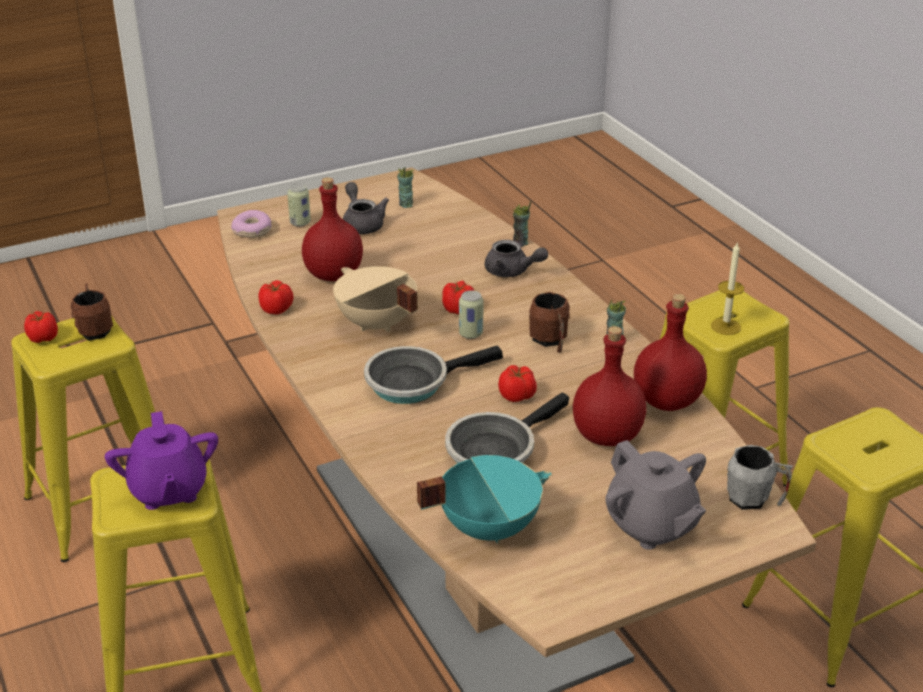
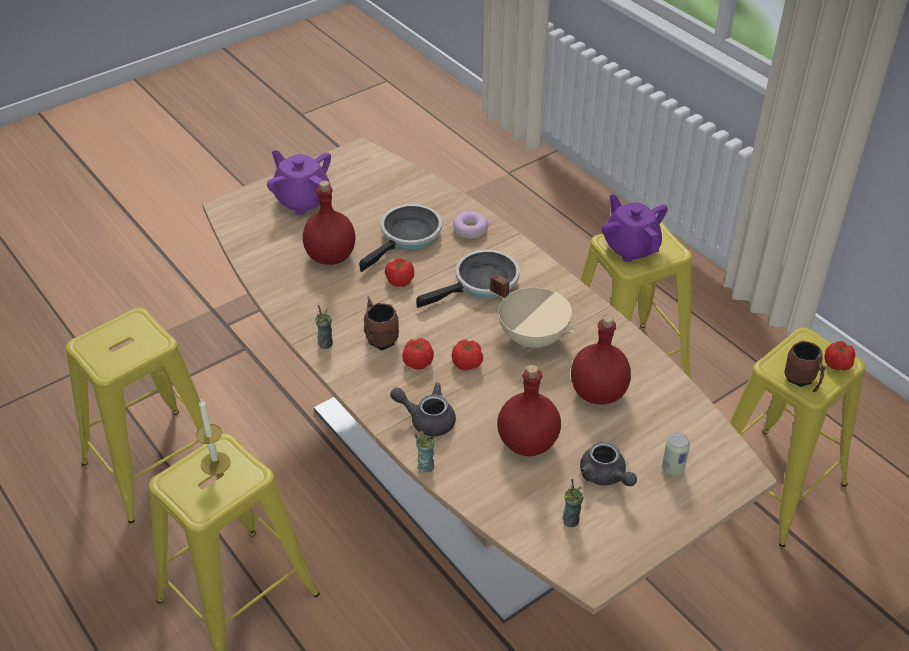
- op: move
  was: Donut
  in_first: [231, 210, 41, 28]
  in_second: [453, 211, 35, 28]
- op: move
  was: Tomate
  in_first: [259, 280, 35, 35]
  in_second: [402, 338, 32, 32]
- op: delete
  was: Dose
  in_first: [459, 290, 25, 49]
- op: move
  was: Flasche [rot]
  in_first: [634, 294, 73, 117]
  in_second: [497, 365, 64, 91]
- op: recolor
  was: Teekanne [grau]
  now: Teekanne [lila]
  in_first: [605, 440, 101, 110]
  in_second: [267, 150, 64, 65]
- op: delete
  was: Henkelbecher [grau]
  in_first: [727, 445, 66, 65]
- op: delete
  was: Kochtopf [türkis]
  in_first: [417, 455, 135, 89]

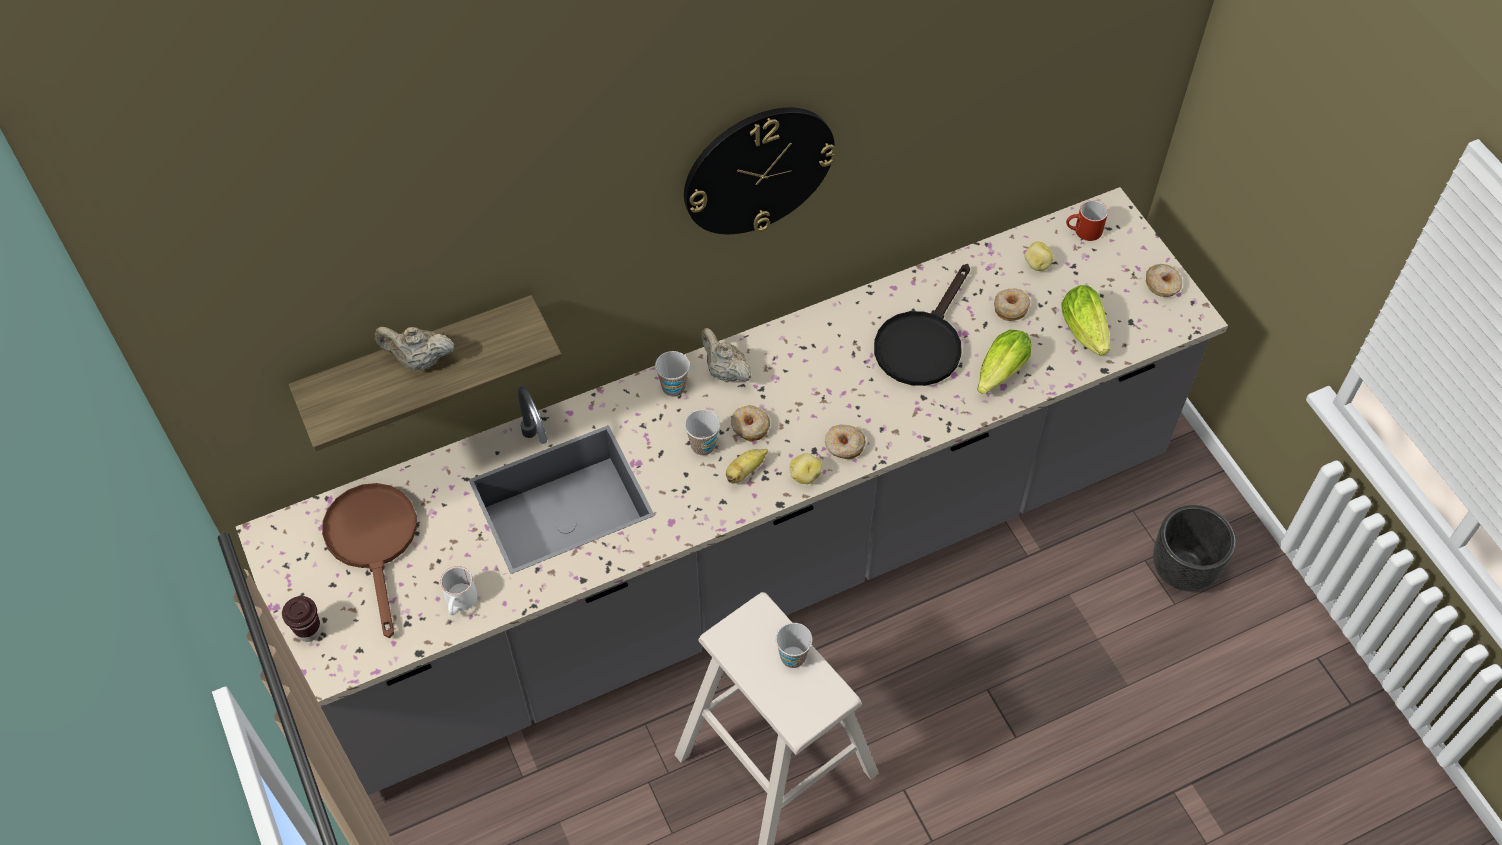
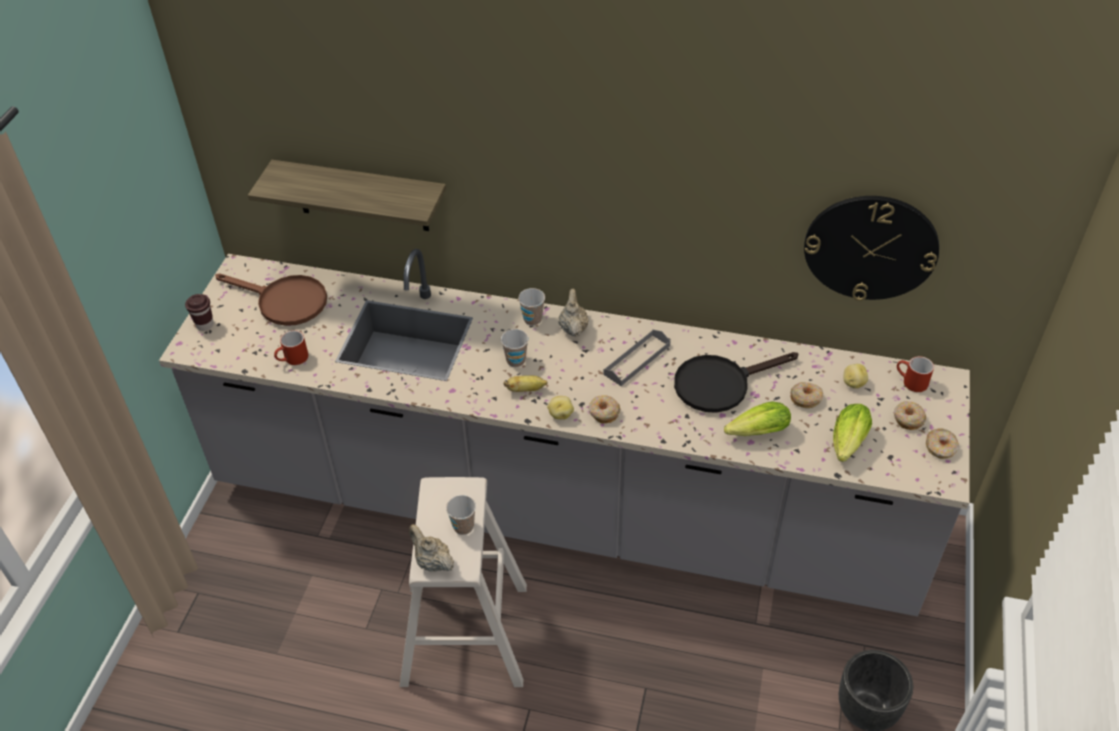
- op: move
  was: Wanduhr
  in_first: [684, 108, 152, 126]
  in_second: [804, 196, 135, 105]
- op: move
  was: Teekanne [beige]
  in_first: [375, 327, 79, 43]
  in_second: [409, 524, 45, 48]
- op: move
  was: Donut
  in_first: [731, 405, 39, 37]
  in_second: [894, 401, 32, 29]
- op: rotate
  was: Pfanne [braun]
  in_first: [322, 483, 95, 155]
  in_second: [215, 273, 112, 53]
  clockwise: 90
- op: recolor
  was: Henkelbecher [weiß]
  now: Henkelbecher [rot]
  in_first: [440, 566, 37, 49]
  in_second: [274, 330, 34, 35]
- op: insert
  now: Tablett [grau]
  in_second: [603, 330, 67, 56]

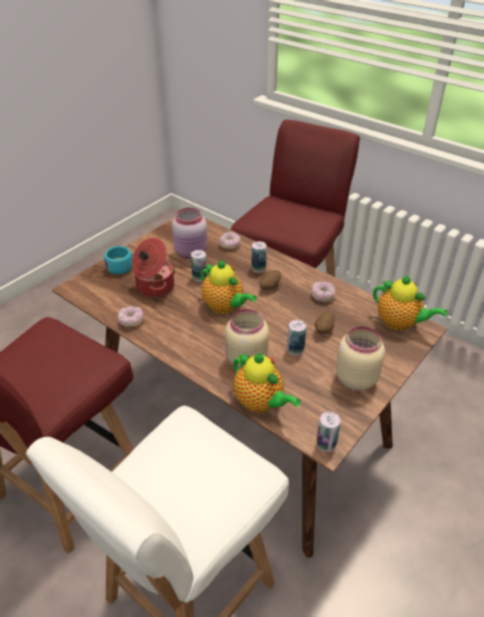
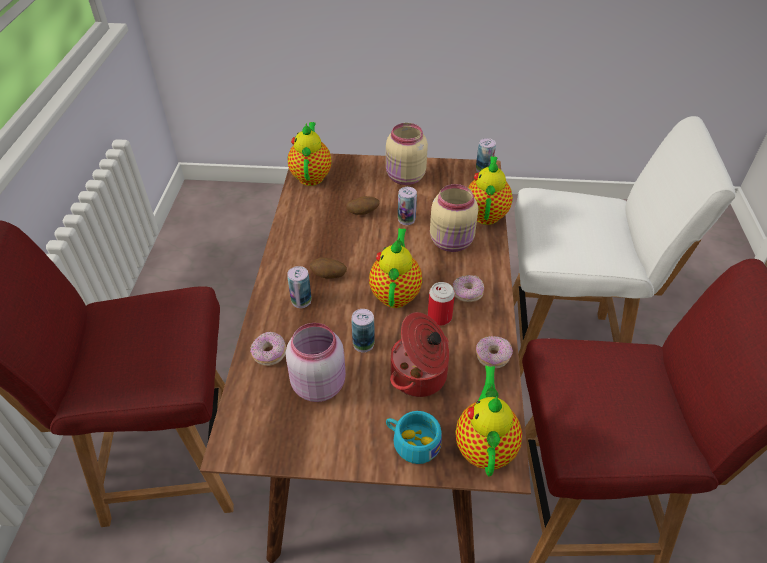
- op: move
  was: Donut
  in_first: [311, 281, 25, 21]
  in_second: [452, 275, 32, 27]
- op: insert
  now: Dose
  in_second: [428, 282, 27, 44]
- op: insert
  now: Teekanne
  in_second: [455, 366, 67, 110]

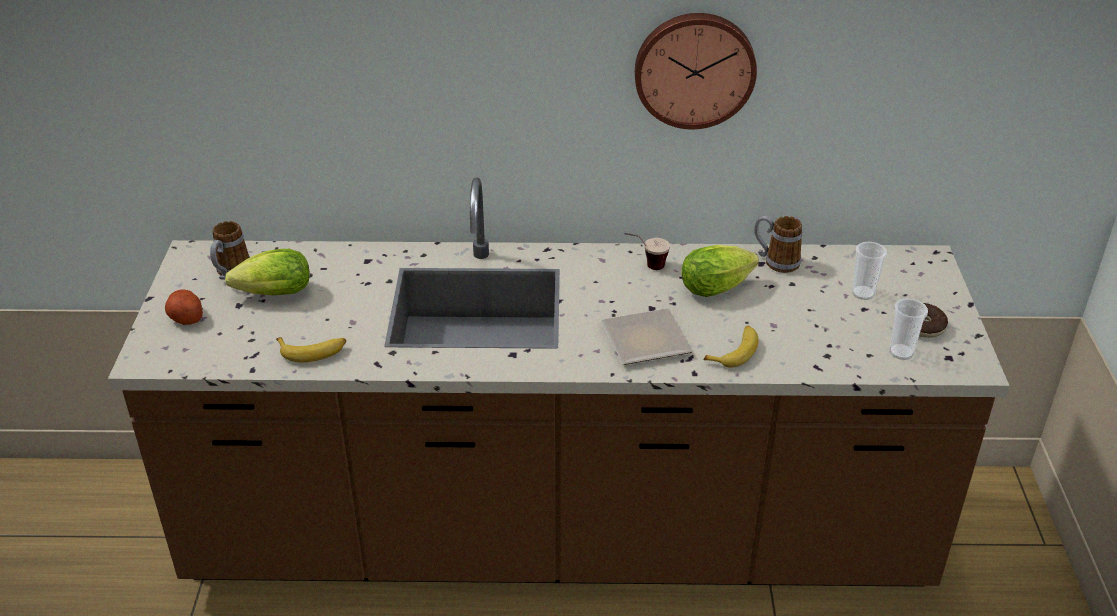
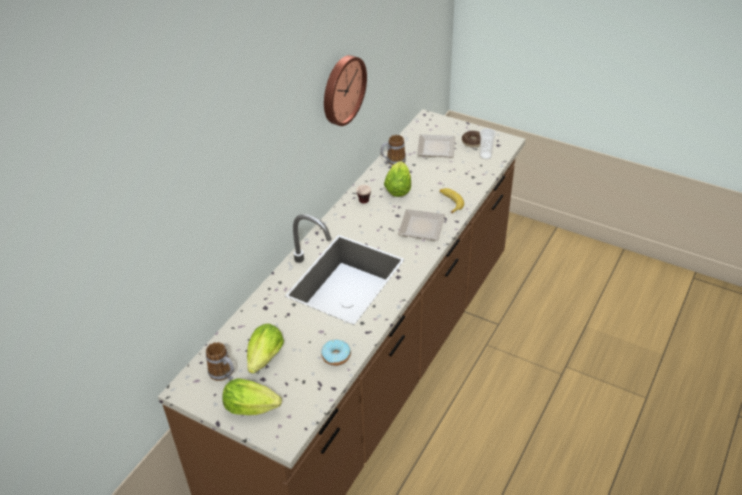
- op: replace
  was: Tasse
  now: Teller
  in_first: [852, 242, 35, 58]
  in_second: [417, 134, 38, 24]
- op: replace
  was: Kartoffel
  now: Salatkopf
  in_first: [165, 290, 38, 35]
  in_second: [222, 378, 60, 37]
- op: replace
  was: Banane
  now: Donut
  in_first: [276, 337, 70, 25]
  in_second: [321, 340, 30, 26]

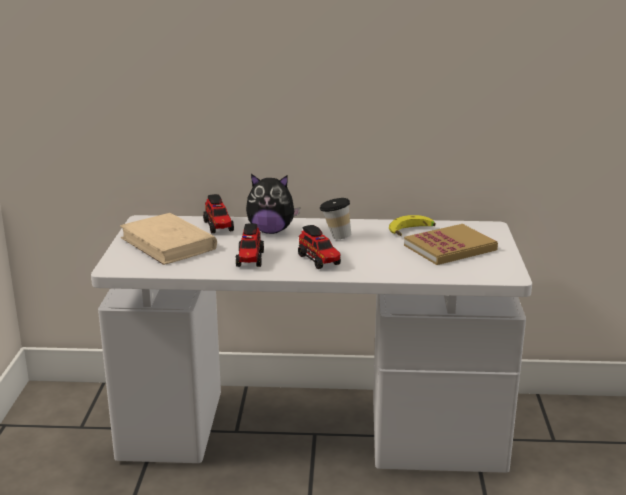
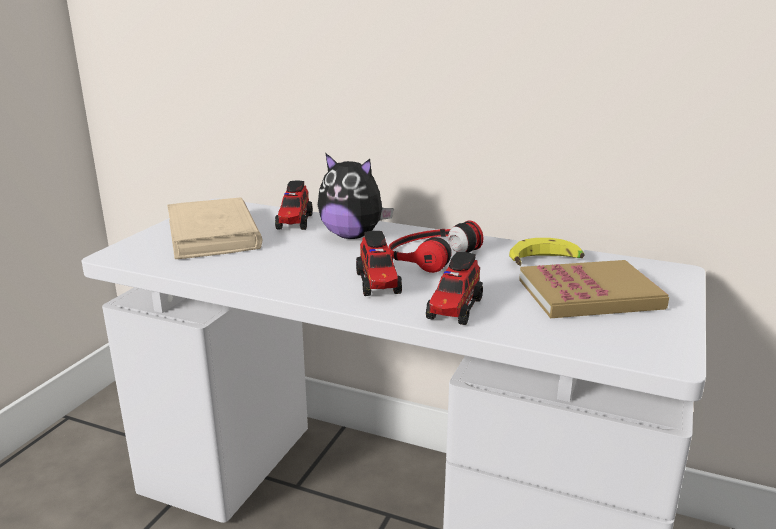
- op: replace
  was: Tasse
  now: Kopfhörer
  in_first: [320, 198, 31, 41]
  in_second: [388, 220, 95, 53]
- op: move
  was: Spielzeuglaster
  in_first: [236, 223, 28, 44]
  in_second: [426, 252, 57, 73]

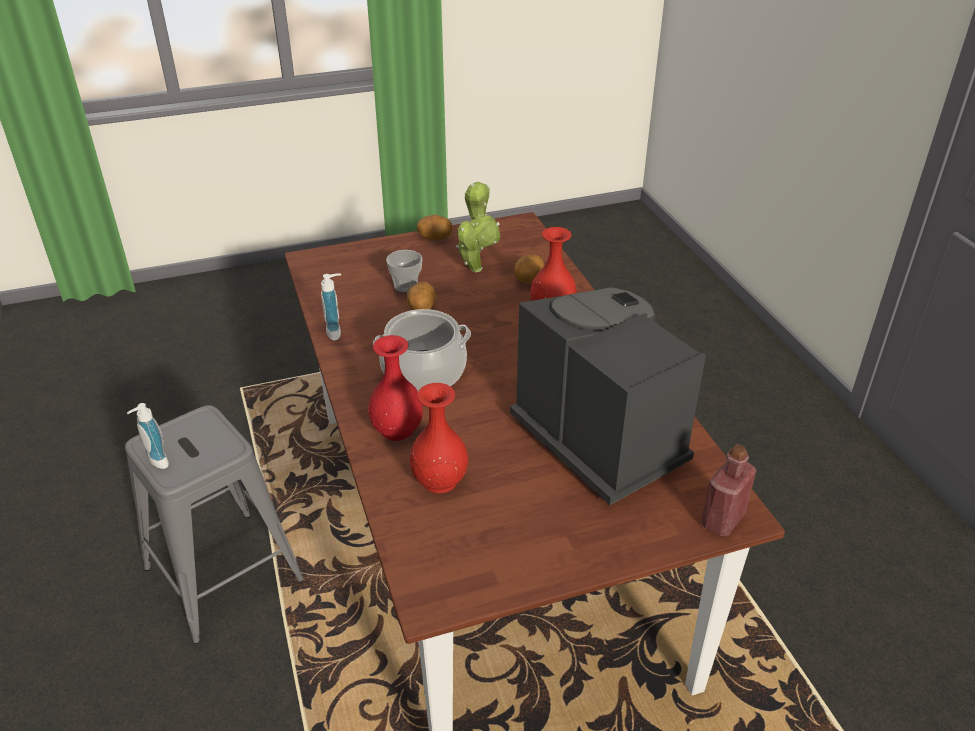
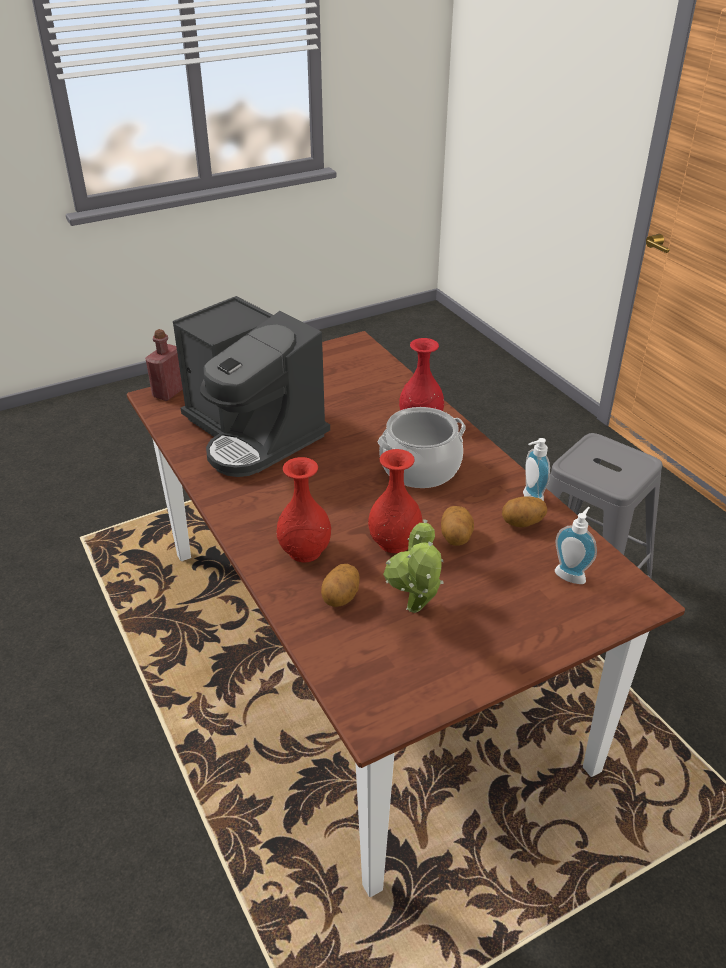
- op: move
  was: Kartoffel
  in_first: [416, 215, 36, 25]
  in_second: [502, 496, 45, 31]
- op: delete
  was: Tasse
  in_first: [386, 250, 36, 42]
- op: move
  was: Vase [rot]
  in_first: [409, 383, 59, 110]
  in_second: [368, 449, 54, 104]
- op: move
  was: Seifenspender
  in_first: [127, 403, 42, 66]
  in_second: [555, 507, 42, 77]

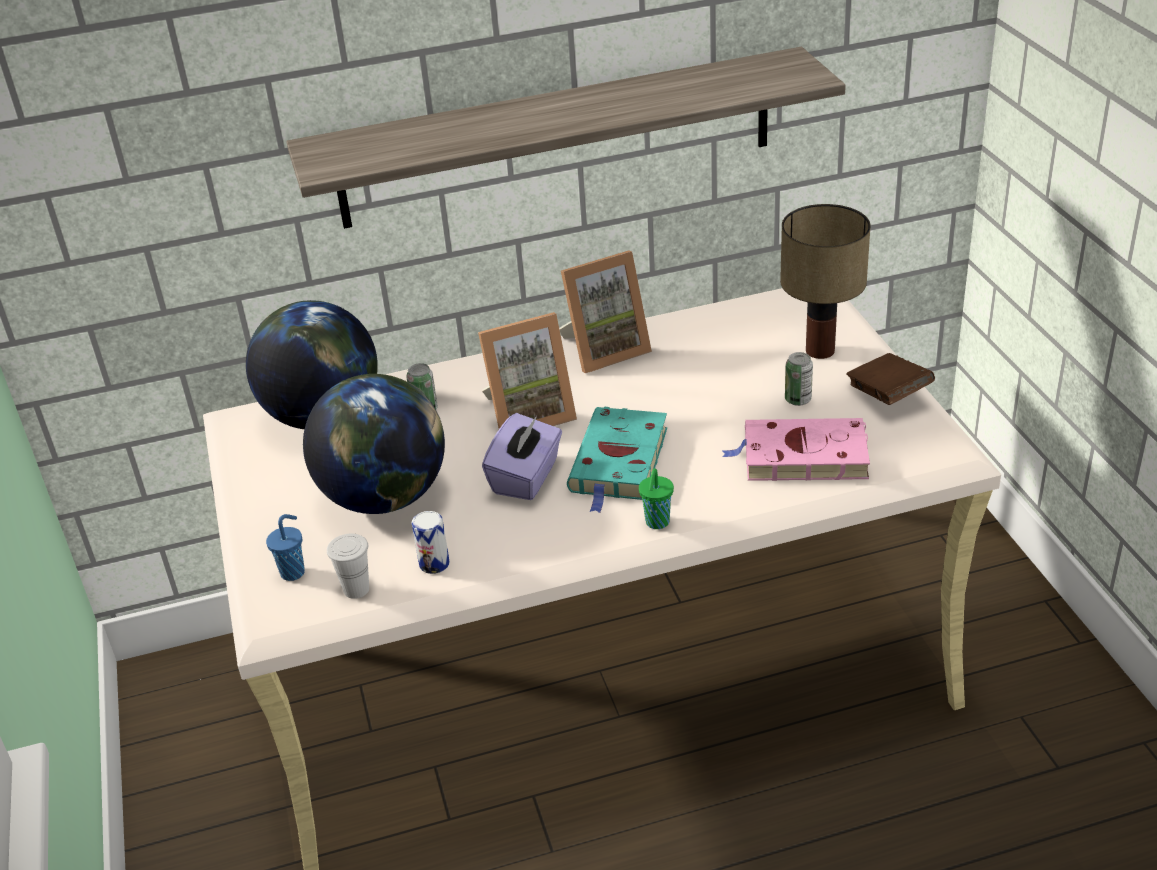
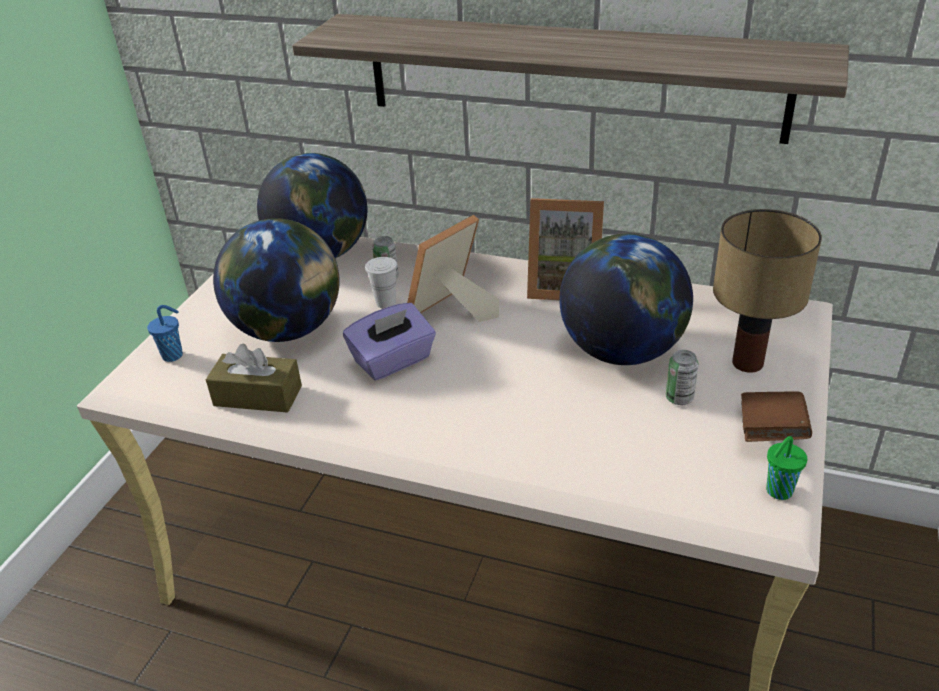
- op: rotate
  was: Bilderrahmen
  in_first: [478, 312, 99, 117]
  in_second: [407, 215, 92, 107]
  clockwise: 120
- op: delete
  was: Buch [türkis]
  in_first: [567, 407, 100, 106]
- op: delete
  was: Buch [rosa]
  in_first: [722, 418, 148, 63]
- op: move
  was: Tasse [grün]
  in_first: [639, 468, 35, 61]
  in_second: [766, 436, 41, 64]
- op: replace
  was: Dose
  now: Taschentuchbox [braun]
  in_first: [412, 511, 38, 63]
  in_second: [206, 344, 96, 69]
- op: move
  was: Tasse [weiß]
  in_first: [327, 534, 42, 65]
  in_second: [365, 257, 33, 52]
- op: insert
  now: Globus
  in_second: [559, 234, 134, 131]

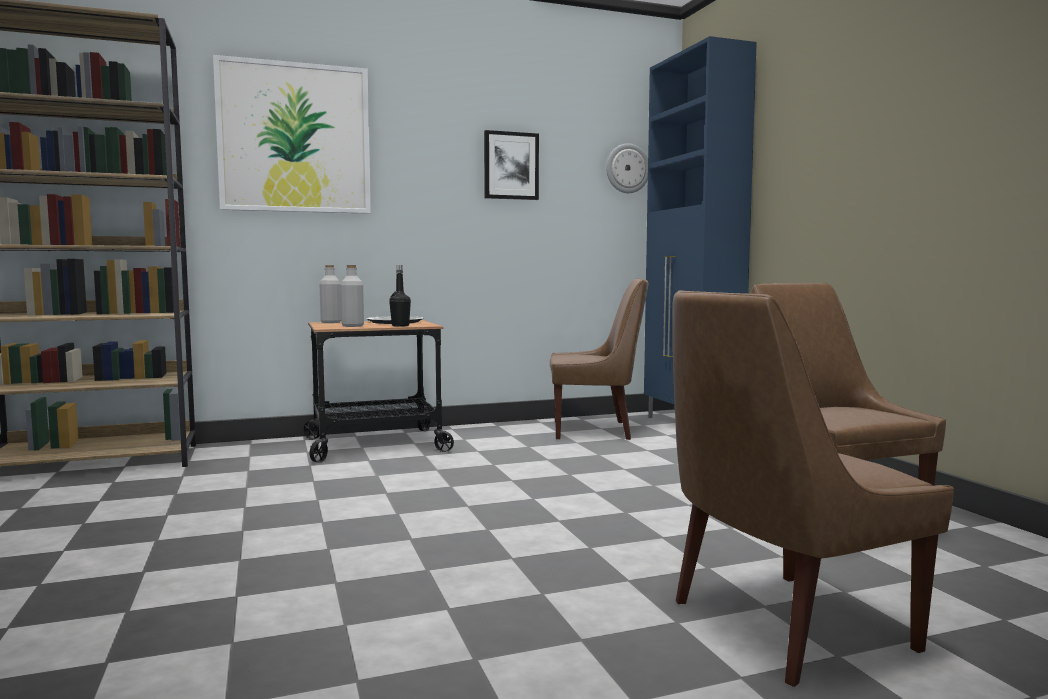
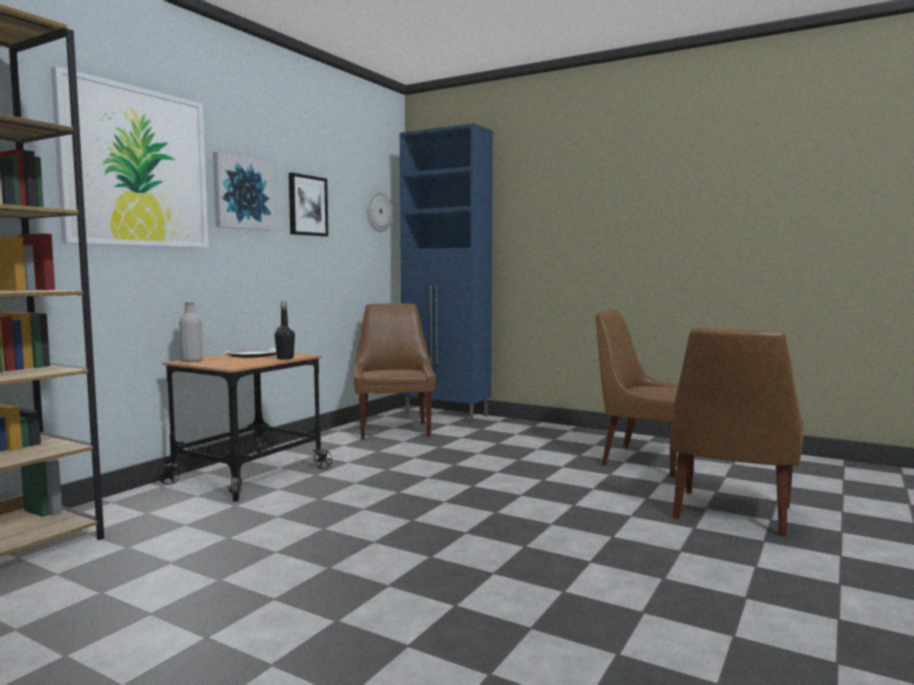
- op: delete
  was: Flasche [grau]
  in_first: [340, 265, 24, 62]
- op: rotate
  was: Stuhl [braun]
  in_first: [550, 279, 98, 161]
  in_second: [354, 304, 82, 135]
  clockwise: -60
- op: insert
  now: Bild
  in_second: [213, 152, 62, 79]

